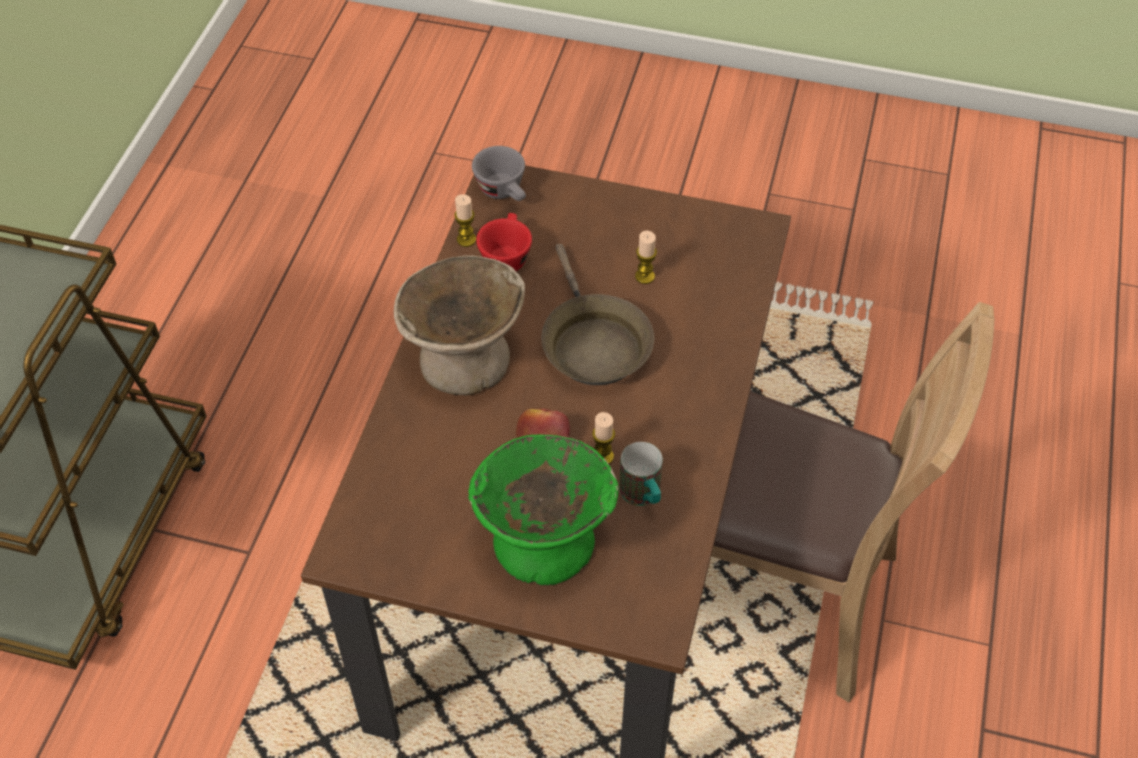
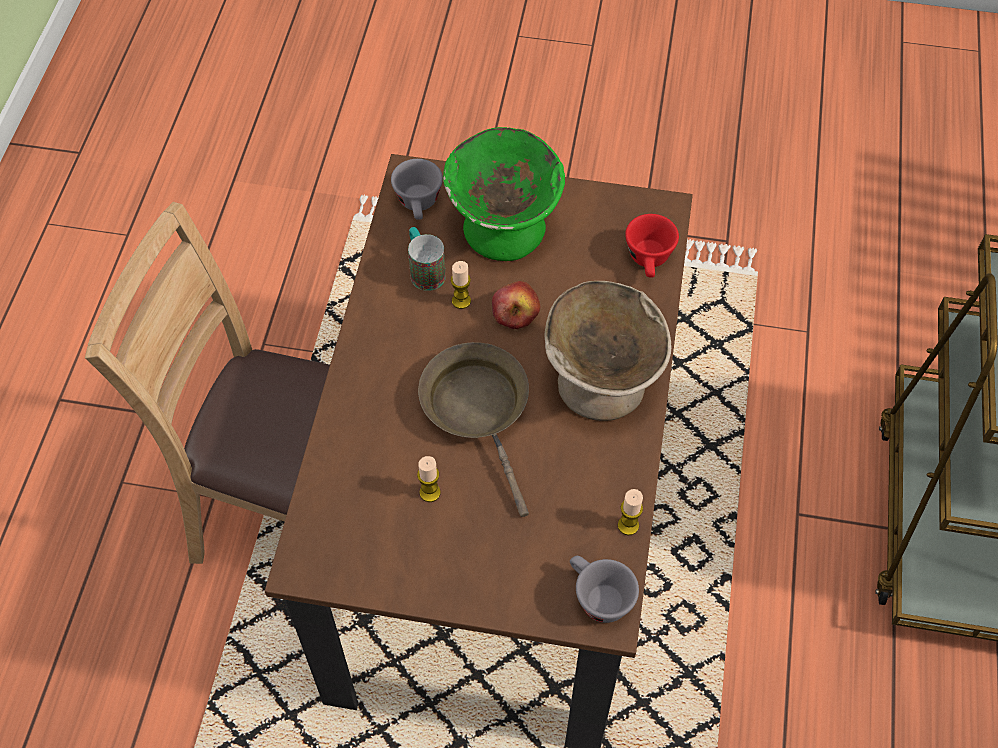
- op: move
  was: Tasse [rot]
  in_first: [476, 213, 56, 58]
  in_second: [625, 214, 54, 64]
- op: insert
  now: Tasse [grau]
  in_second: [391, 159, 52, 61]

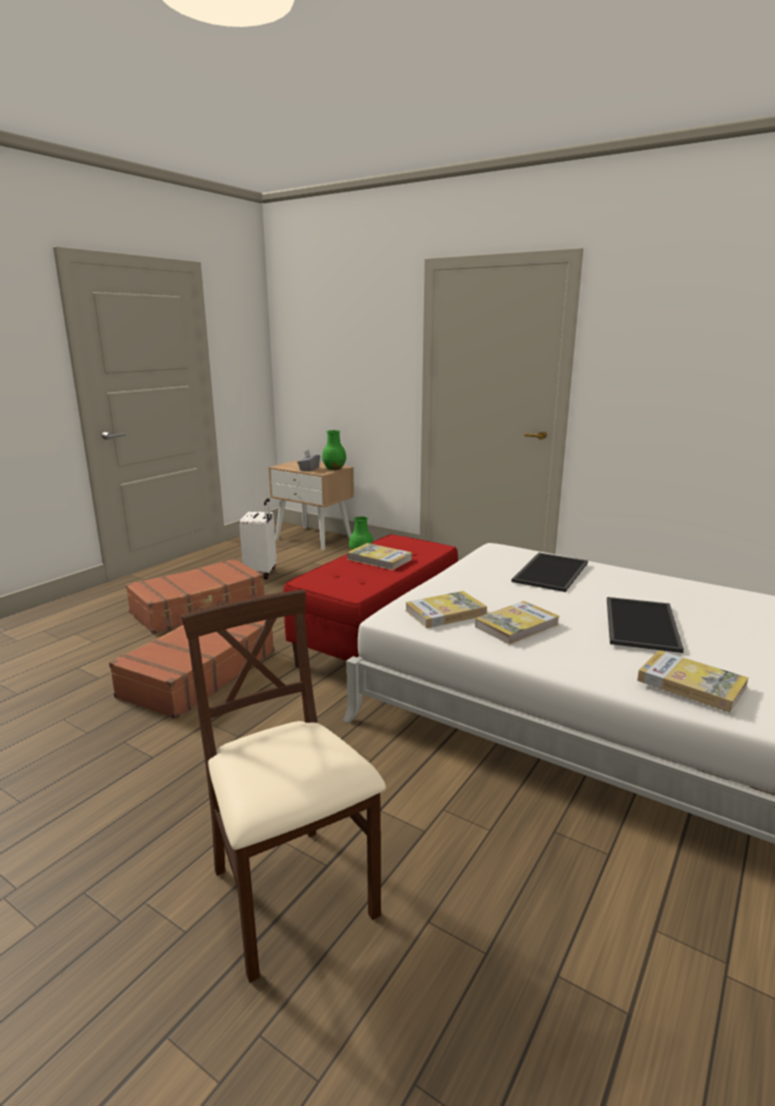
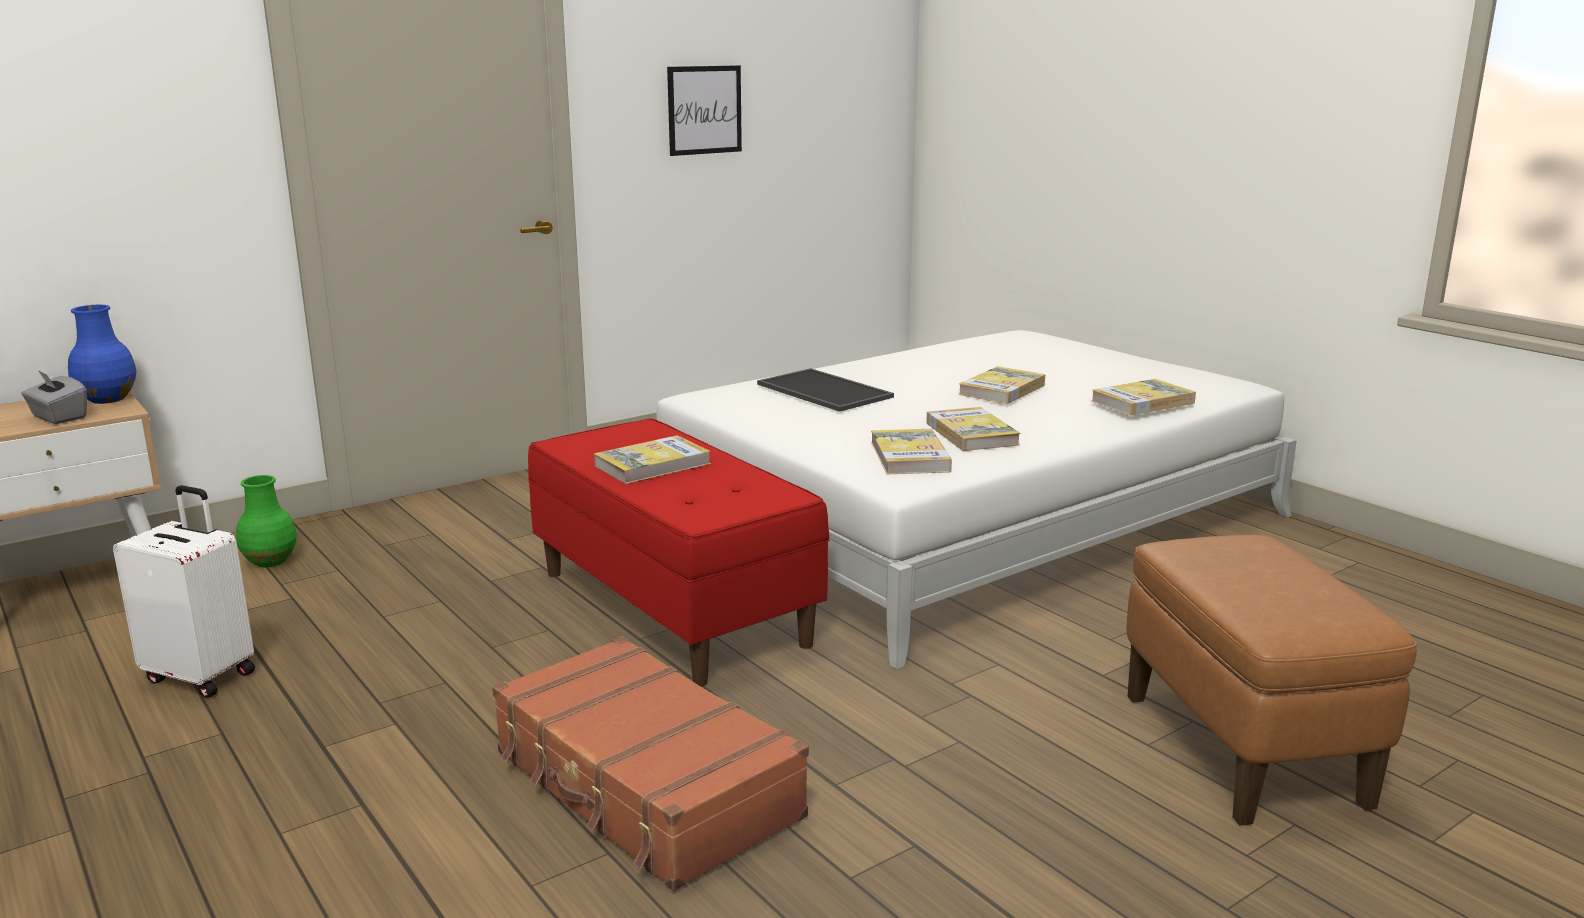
- op: recolor
  was: Vase [grün]
  now: Vase [blau]
  in_first: [322, 430, 24, 40]
  in_second: [68, 305, 68, 99]
- op: delete
  was: Koffer [braun]
  in_first: [125, 558, 139, 76]
- op: replace
  was: Stuhl [beige]
  now: Polsterhocker [braun]
  in_first: [181, 589, 205, 394]
  in_second: [1127, 535, 290, 291]
- op: replace
  was: Tablett
  now: Buch
  in_first: [607, 597, 77, 56]
  in_second: [958, 366, 87, 38]
- op: insert
  now: Bild
  in_second: [667, 65, 75, 91]

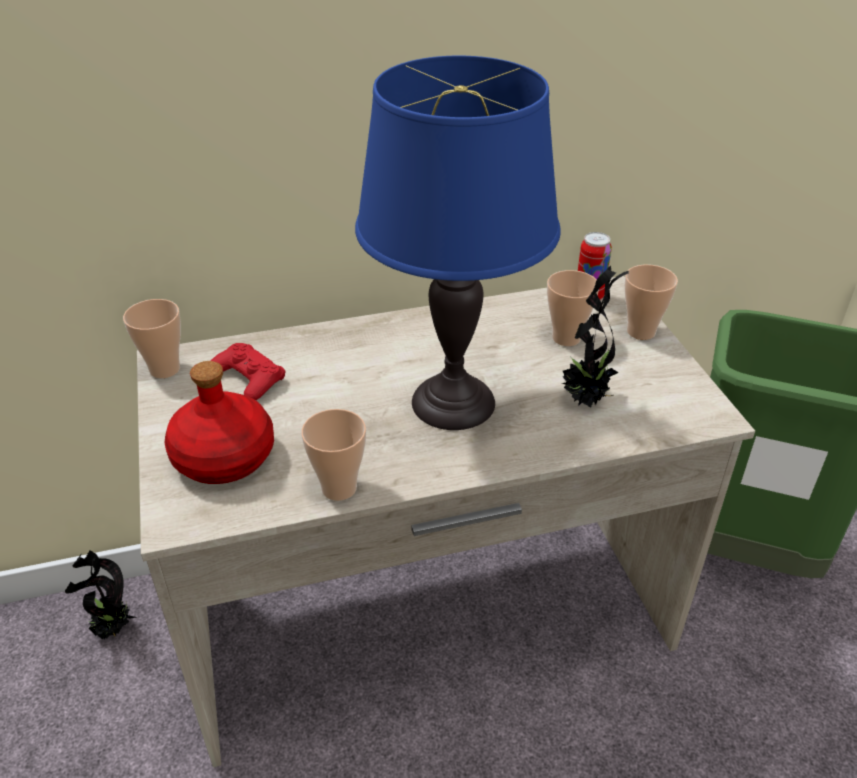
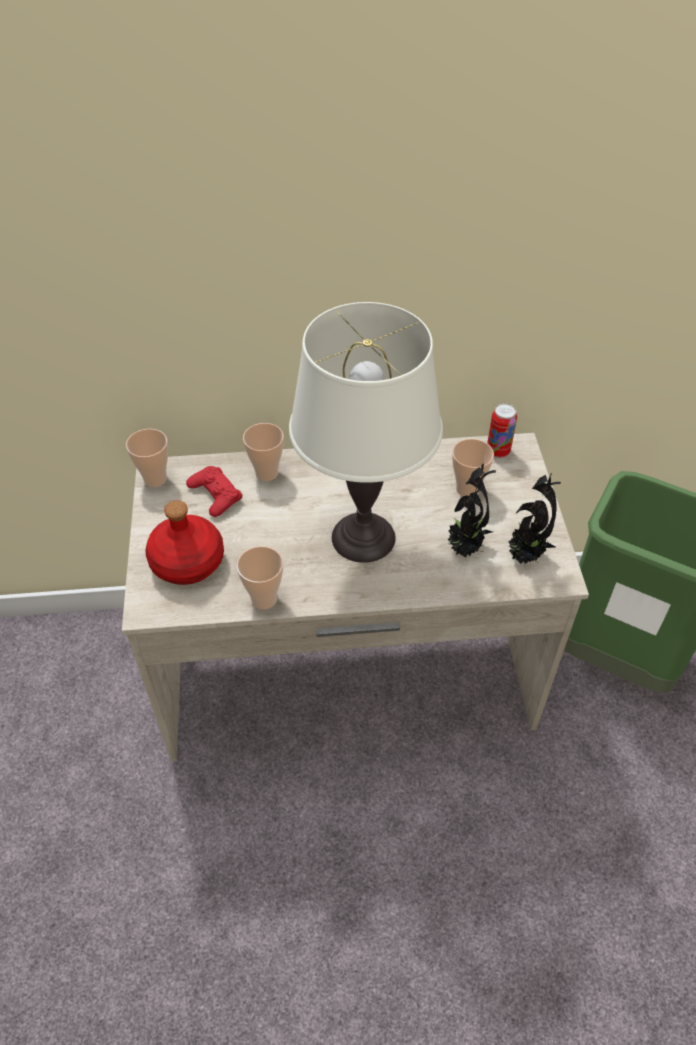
- op: recolor
  was: Tischlampe [blau]
  now: Tischlampe [weiß]
  in_first: [355, 56, 206, 374]
  in_second: [289, 302, 154, 261]
- op: move
  was: Tasse
  in_first: [624, 264, 54, 76]
  in_second: [243, 423, 41, 58]
- op: move
  was: Topfpflanze
  in_first: [65, 550, 72, 90]
  in_second: [505, 473, 56, 91]

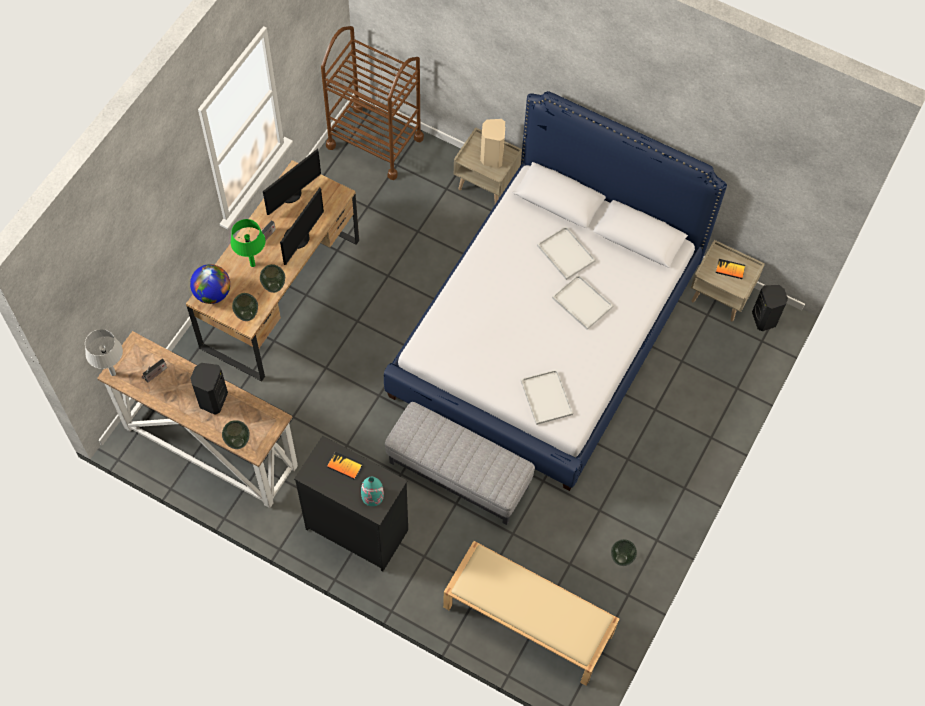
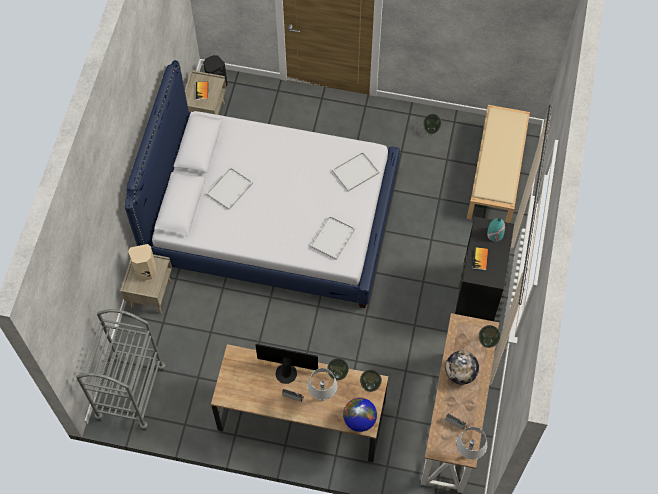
- op: recolor
  was: Rollwagen [braun]
  now: Rollwagen [grau]
  in_first: [321, 26, 103, 154]
  in_second: [76, 309, 90, 122]
- op: delete
  was: Monitor
  in_first: [263, 149, 58, 66]
- op: recolor
  was: Tischlampe [grün]
  now: Tischlampe [grau]
  in_first: [231, 219, 34, 48]
  in_second: [308, 368, 29, 33]
- op: move
  was: Tablett [weiß]
  in_first: [552, 274, 62, 56]
  in_second: [310, 216, 45, 44]
- op: replace
  was: Lautsprecher [schwarz]
  now: Globus
  in_first: [190, 363, 38, 52]
  in_second: [445, 351, 34, 34]
- op: delete
  was: Polsterhocker [grau]
  in_first: [385, 402, 150, 123]

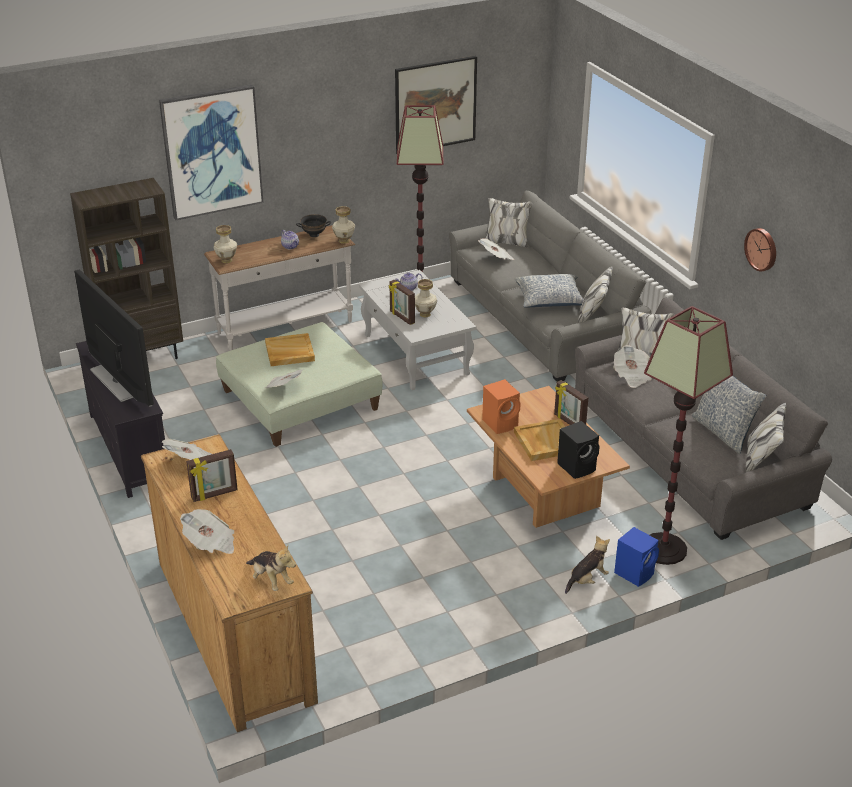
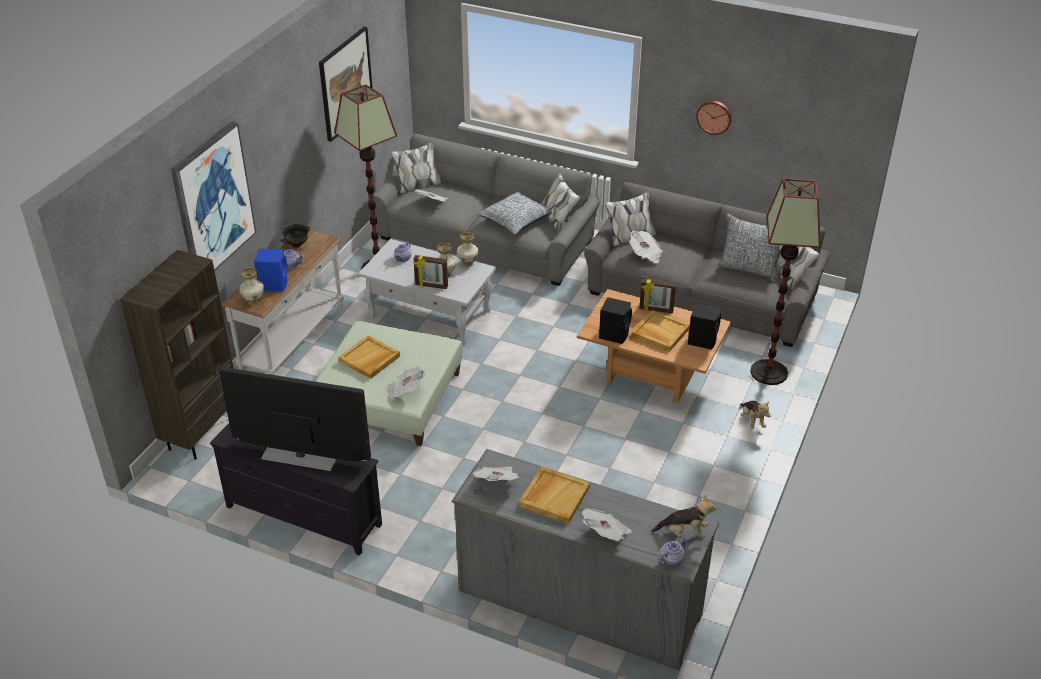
- op: move
  was: Vase
  in_first: [332, 206, 23, 38]
  in_second: [457, 232, 22, 35]
- op: recolor
  was: Lautsprecher [orange]
  now: Lautsprecher [schwarz]
  in_first: [482, 379, 39, 55]
  in_second: [599, 297, 33, 47]
- op: recolor
  was: Kommode [braun]
  now: Kommode [grau]
  in_first: [141, 434, 177, 298]
  in_second: [452, 449, 267, 221]
- op: replace
  was: Bilderrahmen
  now: Tablett [beige]
  in_first: [186, 449, 52, 53]
  in_second: [519, 466, 71, 58]
- op: move
  was: Lautsprecher [blau]
  in_first: [614, 527, 45, 60]
  in_second: [254, 249, 34, 43]
- op: rotate
  was: Plüschtier
  in_first: [565, 536, 45, 58]
  in_second: [740, 401, 31, 28]
  clockwise: 150
- op: insert
  now: Teekanne
  in_second: [658, 538, 30, 28]

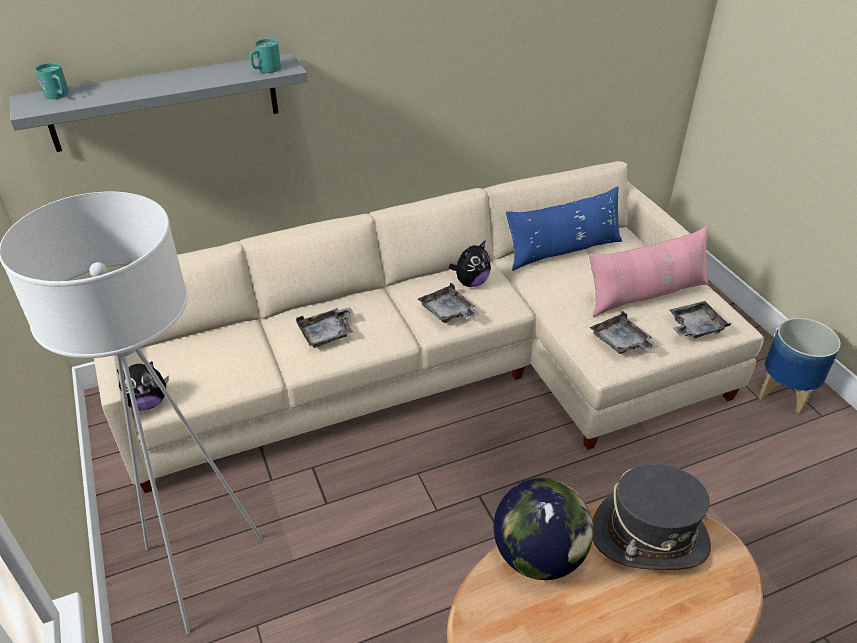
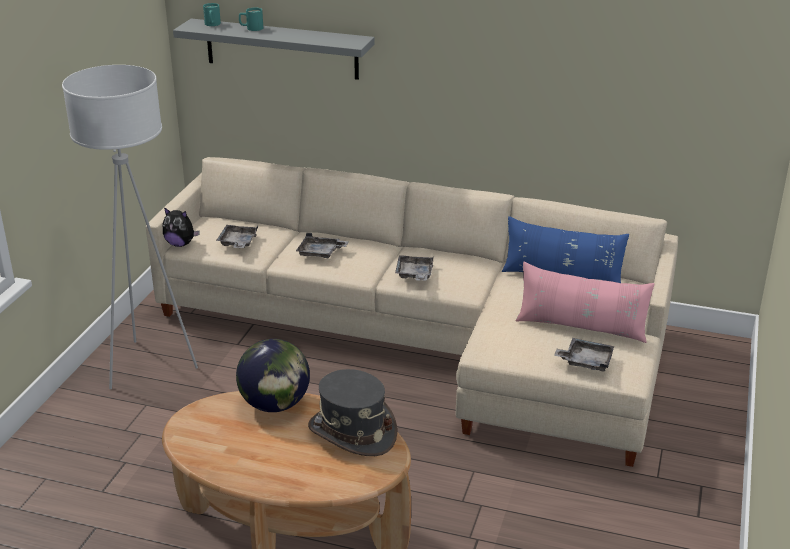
- op: move
  was: Henkelbecher [türkis]
  in_first: [250, 39, 31, 34]
  in_second: [239, 8, 24, 23]
- op: delete
  was: Plüschtier
  in_first: [449, 240, 42, 47]
- op: move
  was: Tablett [grau]
  in_first: [589, 311, 69, 43]
  in_second: [216, 225, 42, 23]
- op: delete
  was: Pflanzkübel
  in_first: [759, 318, 82, 97]

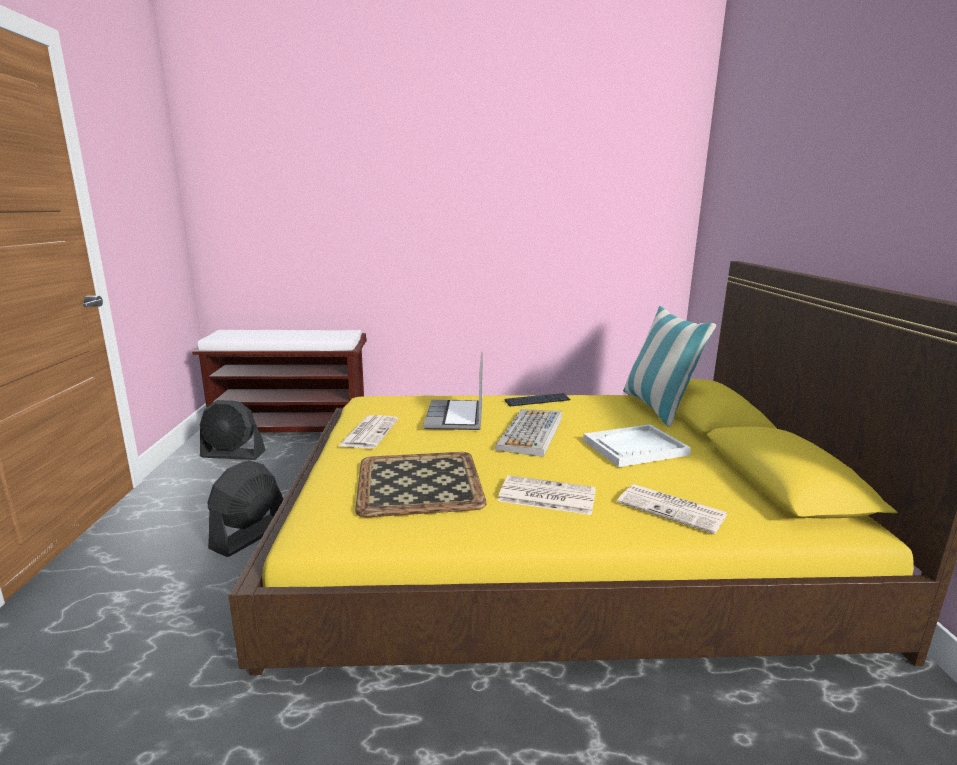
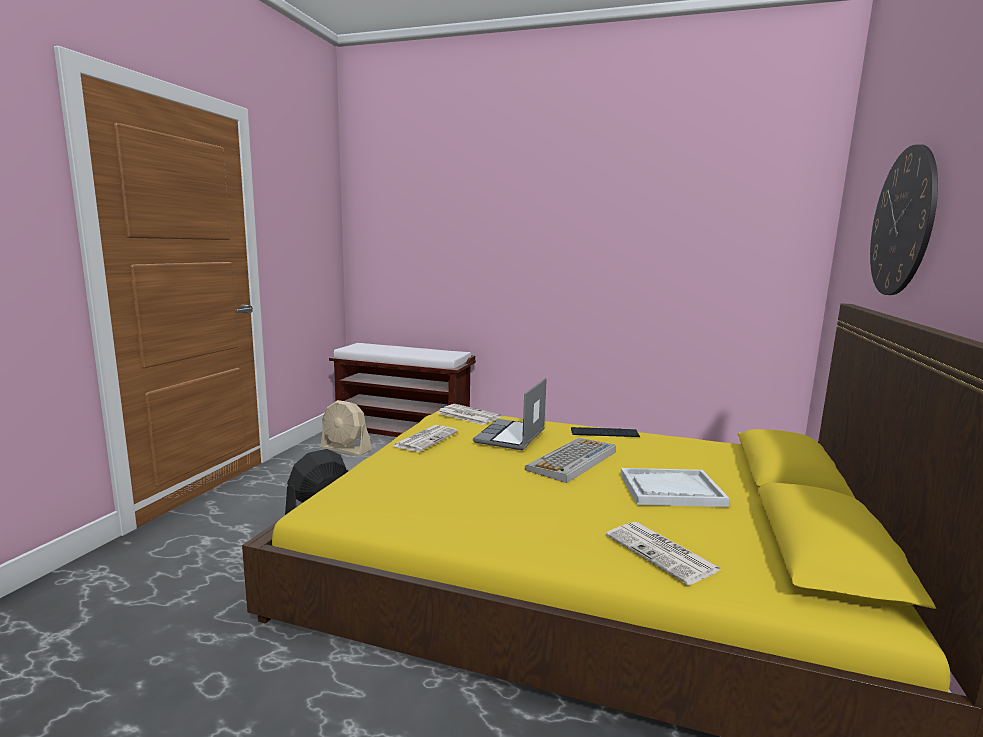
- op: delete
  was: Kissen
  in_first: [623, 306, 93, 121]
- op: recolor
  was: Ventilator [schwarz]
  now: Ventilator [beige]
  in_first: [200, 400, 66, 60]
  in_second: [321, 400, 51, 56]
- op: delete
  was: Tablett
  in_first: [355, 452, 132, 65]
- op: move
  was: Zeitung
  in_first: [498, 475, 98, 40]
  in_second: [438, 404, 63, 21]
- op: insert
  now: Wanduhr
  in_second: [870, 144, 68, 151]

